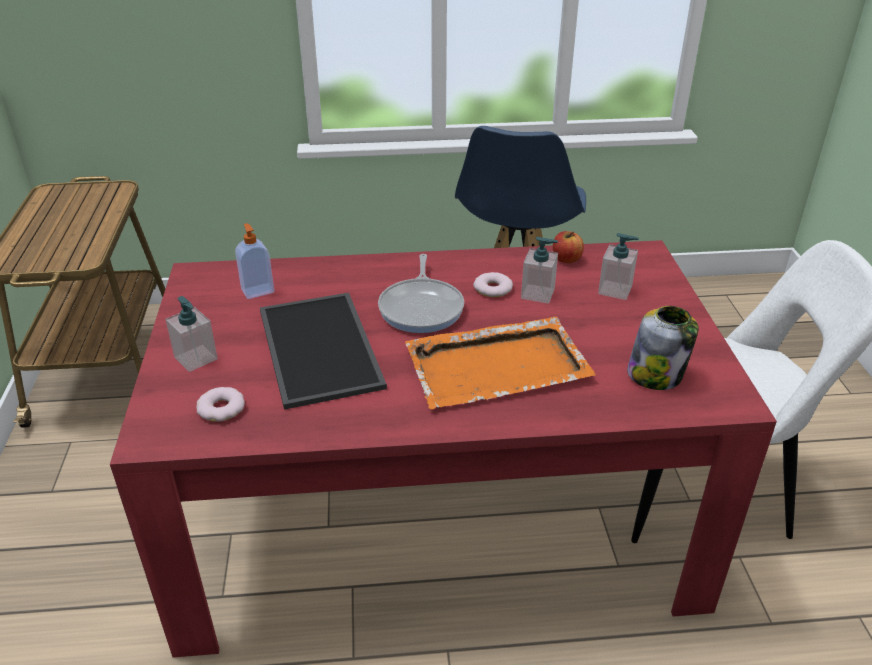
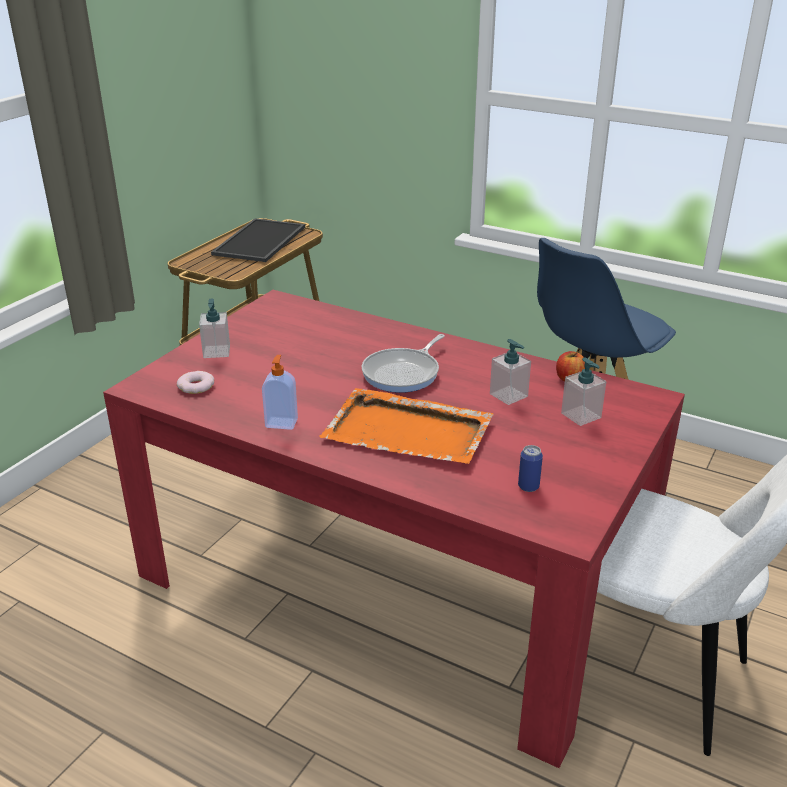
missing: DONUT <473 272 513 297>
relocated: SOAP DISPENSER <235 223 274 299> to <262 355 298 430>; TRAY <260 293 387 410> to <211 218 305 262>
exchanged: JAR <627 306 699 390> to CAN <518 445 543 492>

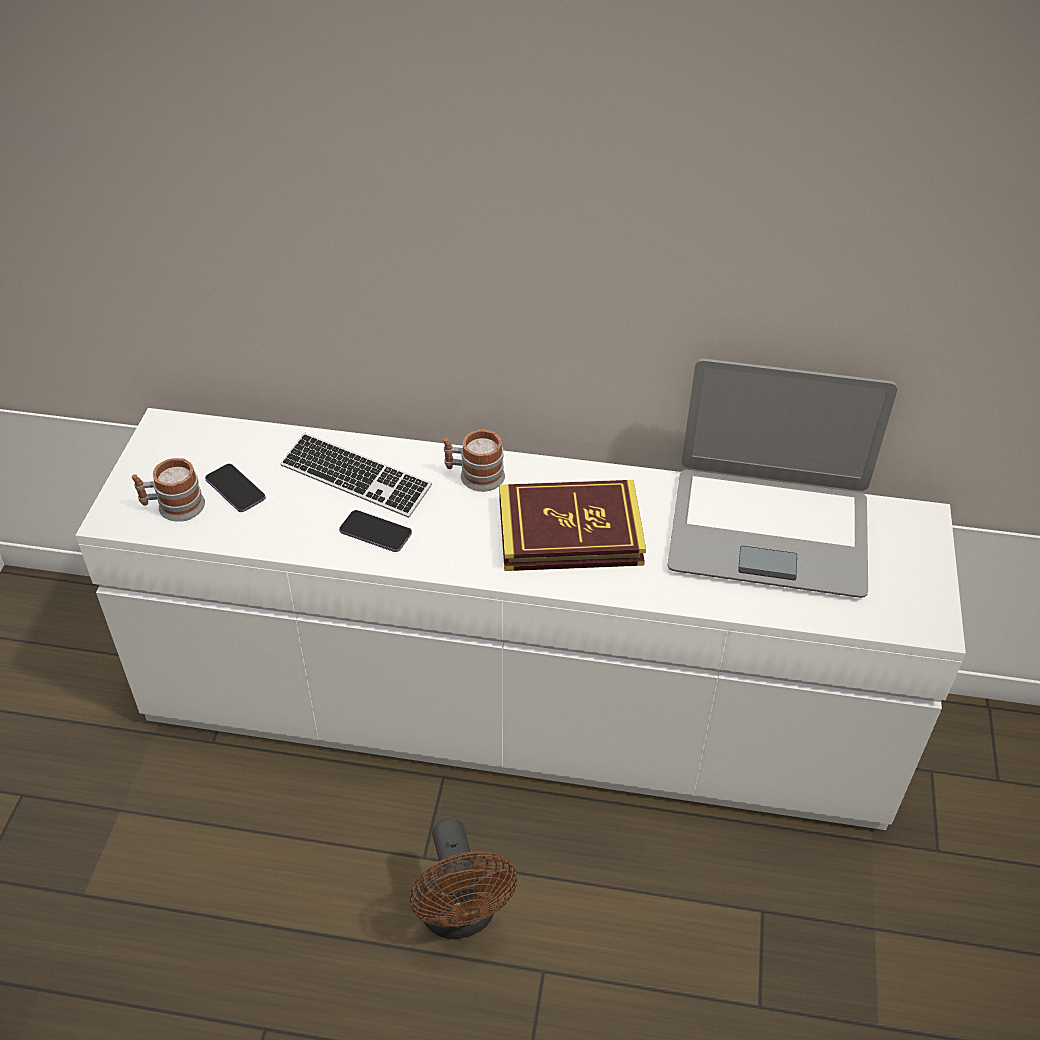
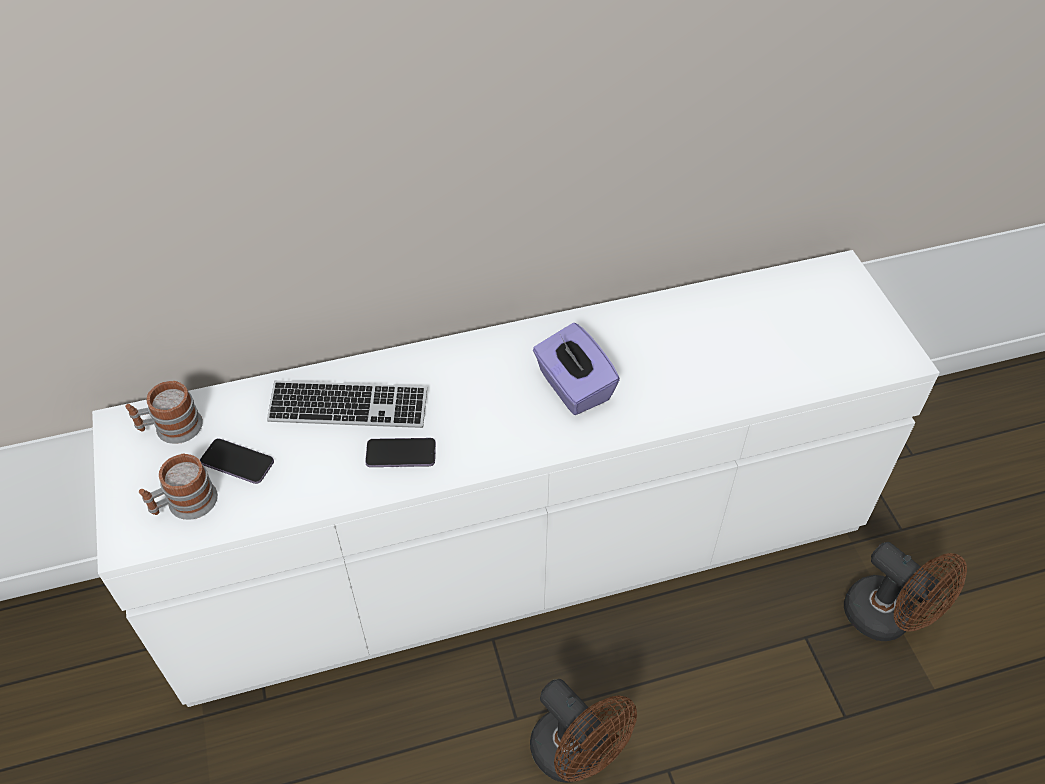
missing: LAPTOP <667 359 897 598>
appeared: BROWN FAN <844 542 967 641>
relocated: MUG <443 430 505 492> to <125 381 203 444>
exchanged: BOOK <499 480 646 571> to PURPLE TISSUE BOX <533 323 620 415>

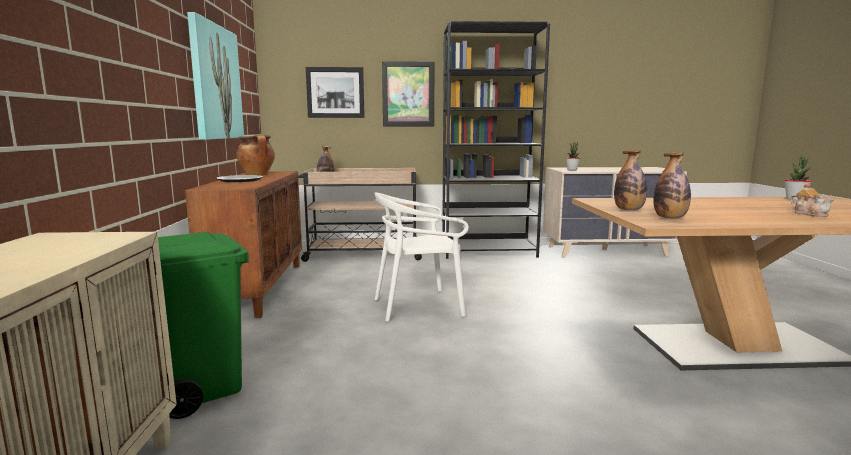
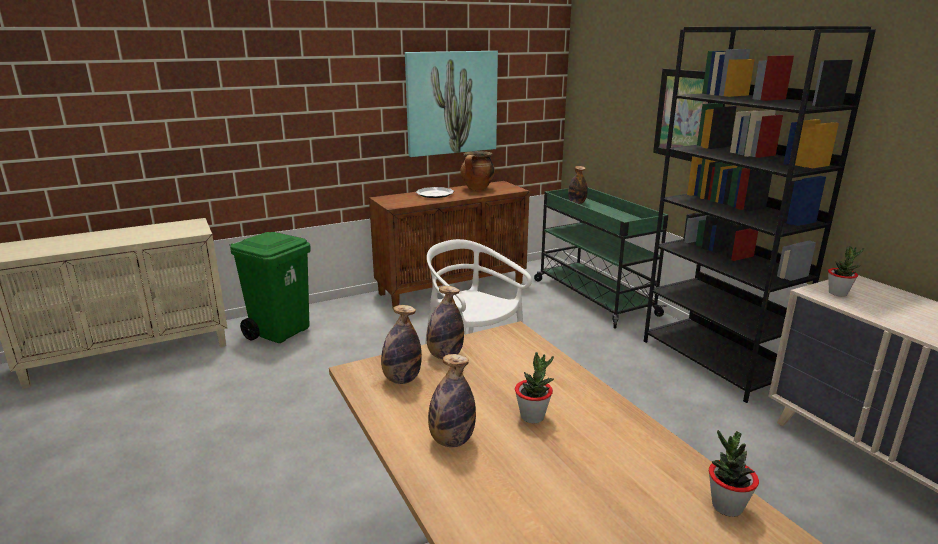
missing: PICTURE <306 67 364 118>; TEAPOT <790 183 834 217>
appeared: BOTTLE <428 354 476 447>; POTTED PLANT <515 352 554 423>
colour: BEIGE CART <298 168 422 262> to GREEN CART <534 188 668 328>

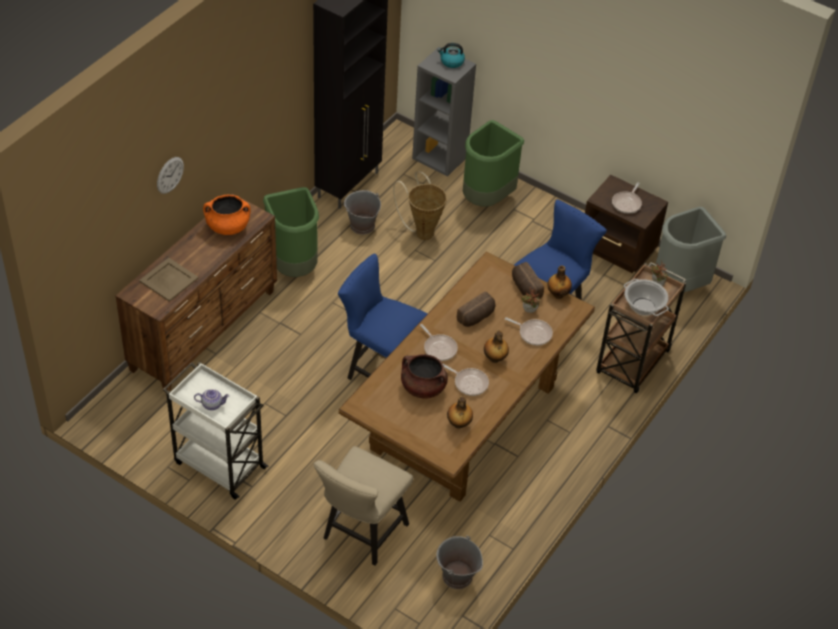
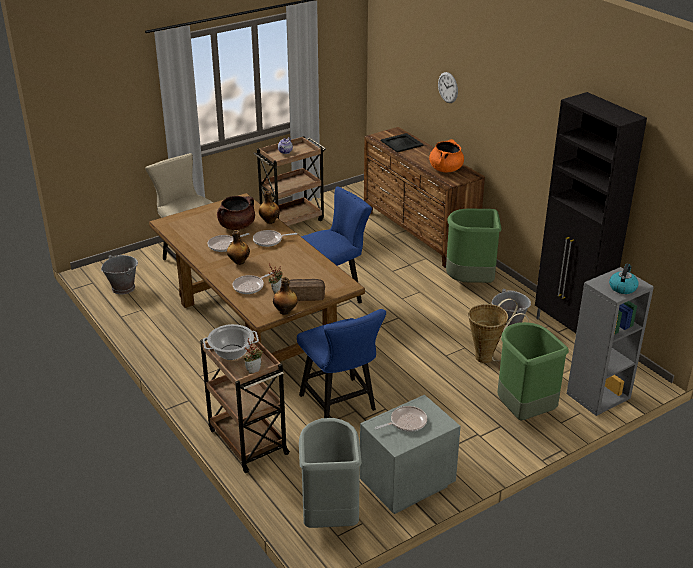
missing: BREAD <457 291 496 327>
relocated: BOTTLE <447 396 473 429> to <259 191 280 224>
colour: BEIGE TRAY <139 258 199 302> to BLACK TRAY <381 133 424 152>; WHITE CART <163 361 268 500> to BROWN CART <253 136 326 226>; BROWN NIGHTSTAND <585 175 668 273> to GREY NIGHTSTAND <360 395 461 514>
spun: FRYING PAN <612 182 642 214> = <375 406 427 432> 105 degrees clockwise

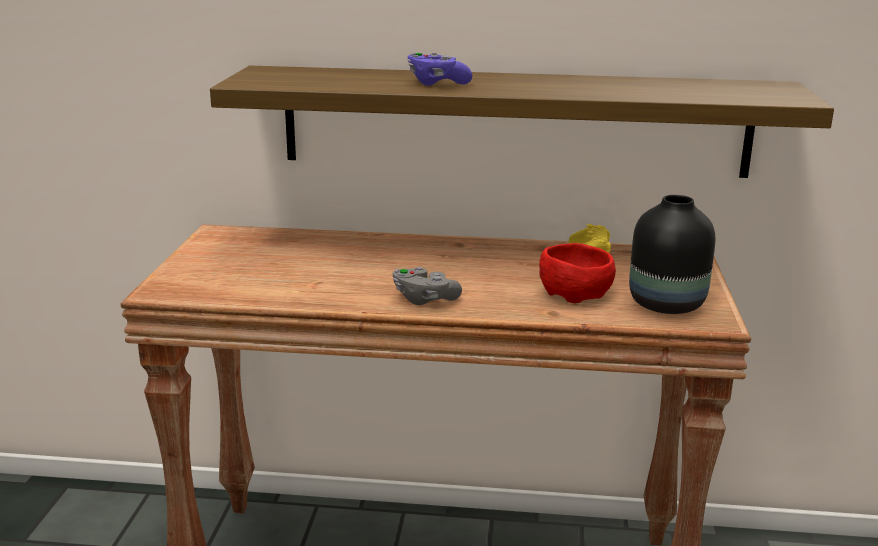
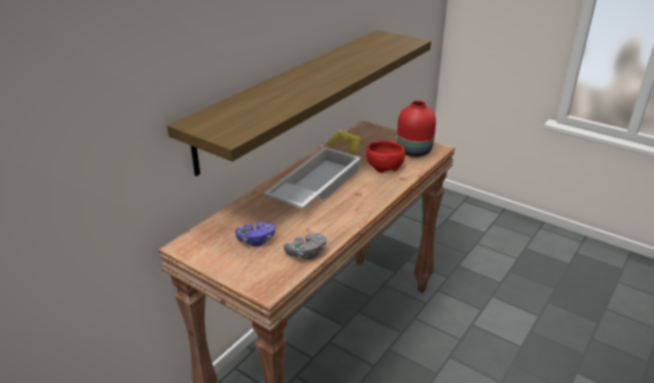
appeared: WHITE TRAY <264 147 362 209>
relocated: GREY GAME CONTROLLER <393 267 462 305> to <284 233 327 260>; PURPLE GAME CONTROLLER <407 53 473 86> to <235 222 275 246>
colour: BLACK VASE <629 195 715 314> to RED VASE <397 101 436 157>

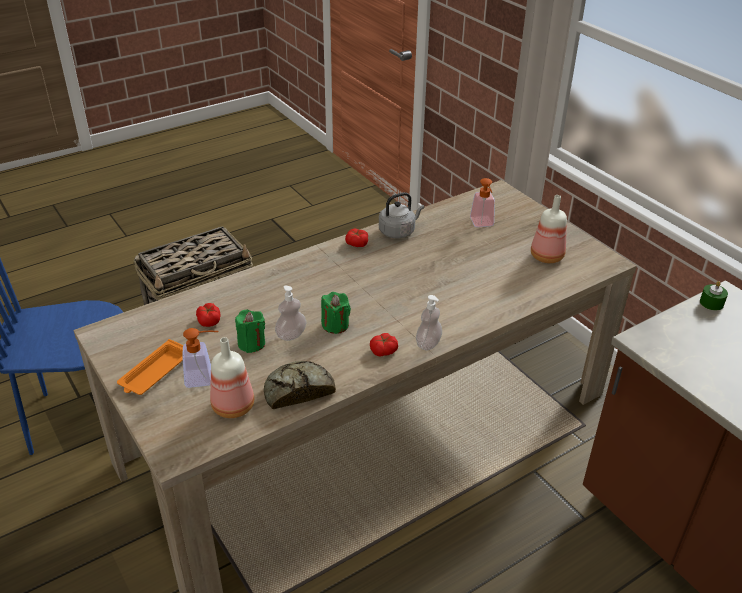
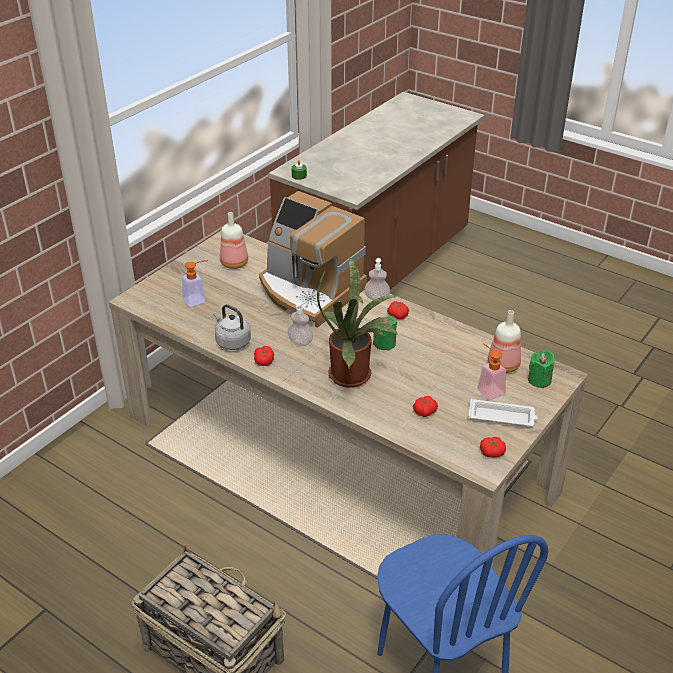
missing: BREAD <264 361 336 409>
appeared: COFFEE MACHINE <259 191 367 328>; POTTED PLANT <317 257 400 388>; TOMATO <480 437 506 457>
relocated: GREEN CANDLE <235 310 265 353> to <528 350 555 388>; SOAP DISPENSER <275 285 306 341> to <287 302 313 346>
colour: ORANGE TRAY <117 339 183 395> to WHITE TRAY <468 399 538 427>

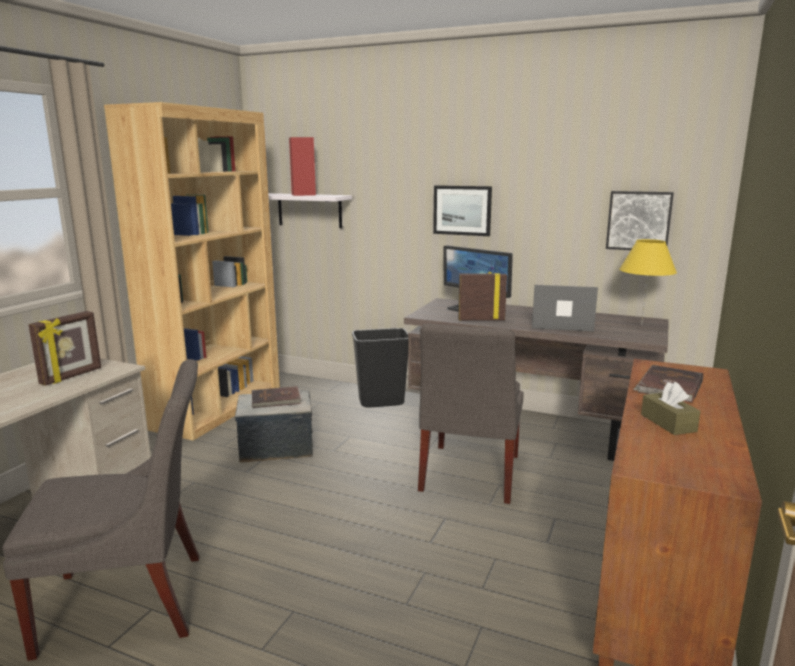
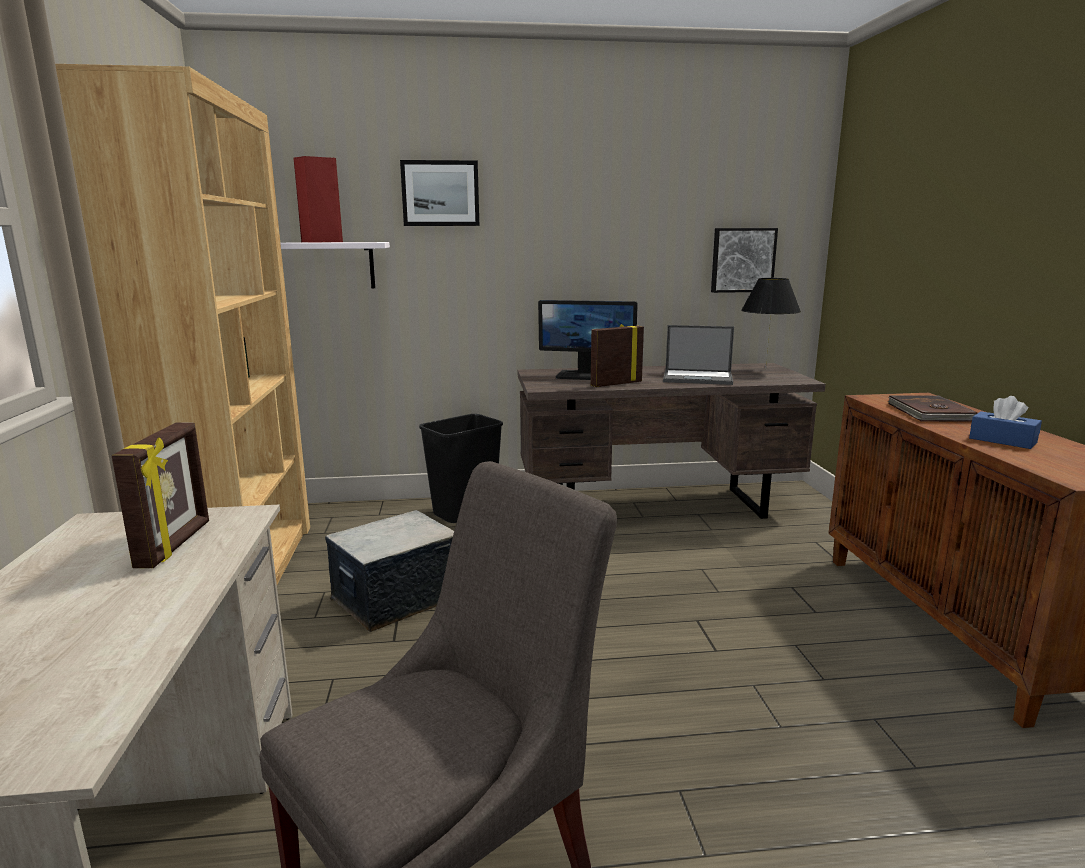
missing: BROWN BOOK <252 386 302 408>; GREY CHAIR <418 323 524 504>
relocated: PICTURE <433 185 492 236> to <400 160 479 226>
colour: YELLOW TABLE LAMP <619 239 677 325> to BLACK TABLE LAMP <741 278 801 370>; BROWN TISSUE BOX <641 382 701 435> to BLUE TISSUE BOX <969 396 1042 449>
spun: LAPTOP <532 285 598 332> = <663 325 734 385> 150 degrees counterclockwise

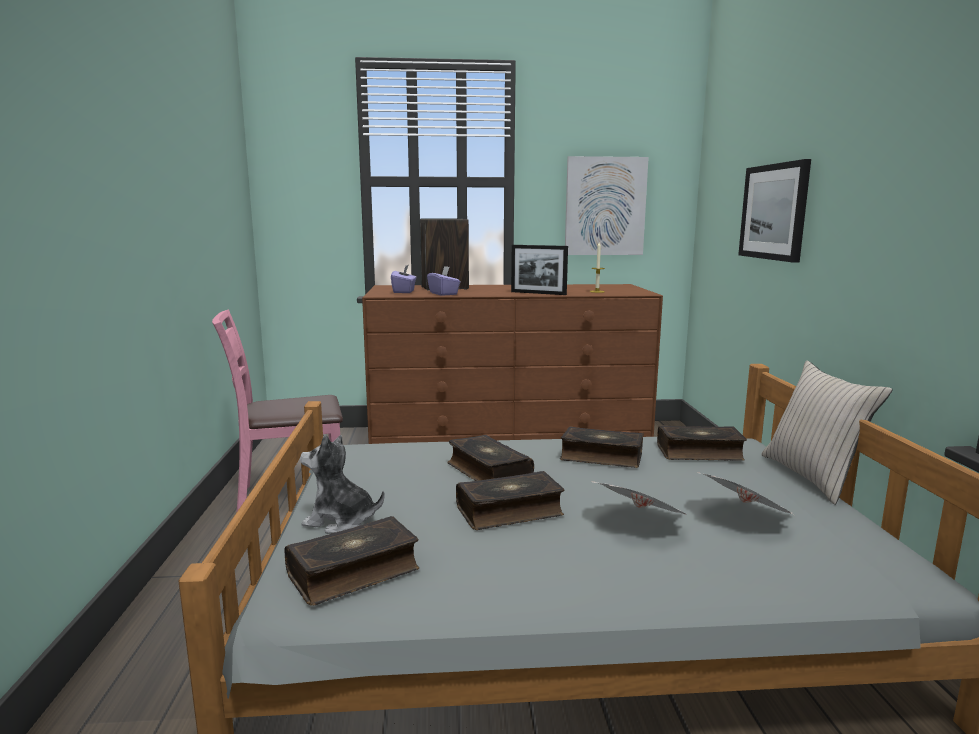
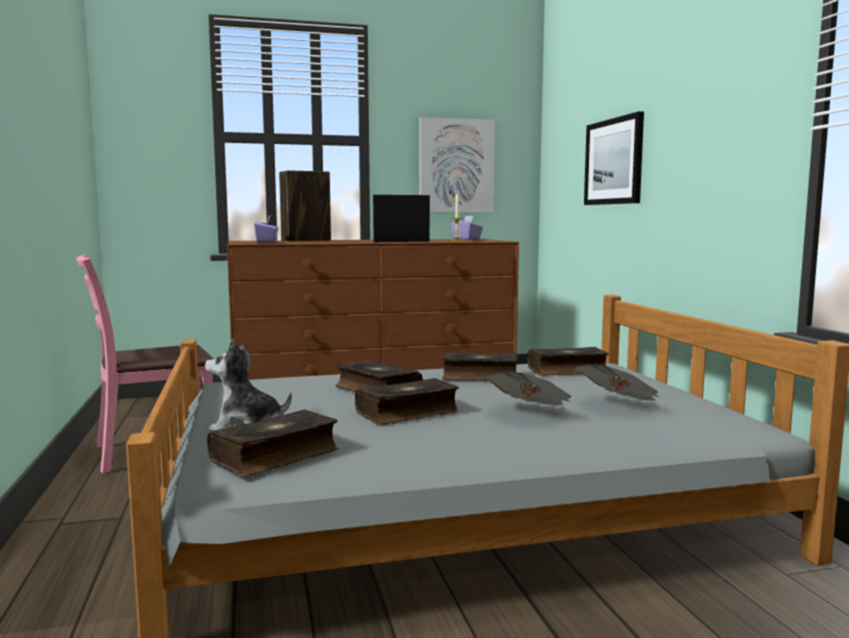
missing: BEIGE PILLOW <761 361 892 505>
relocated: PURPLE TISSUE BOX <427 266 461 296> to <450 216 483 240>
spun: PICTURE FRAME <511 245 568 295> = <373 195 430 242> 150 degrees clockwise

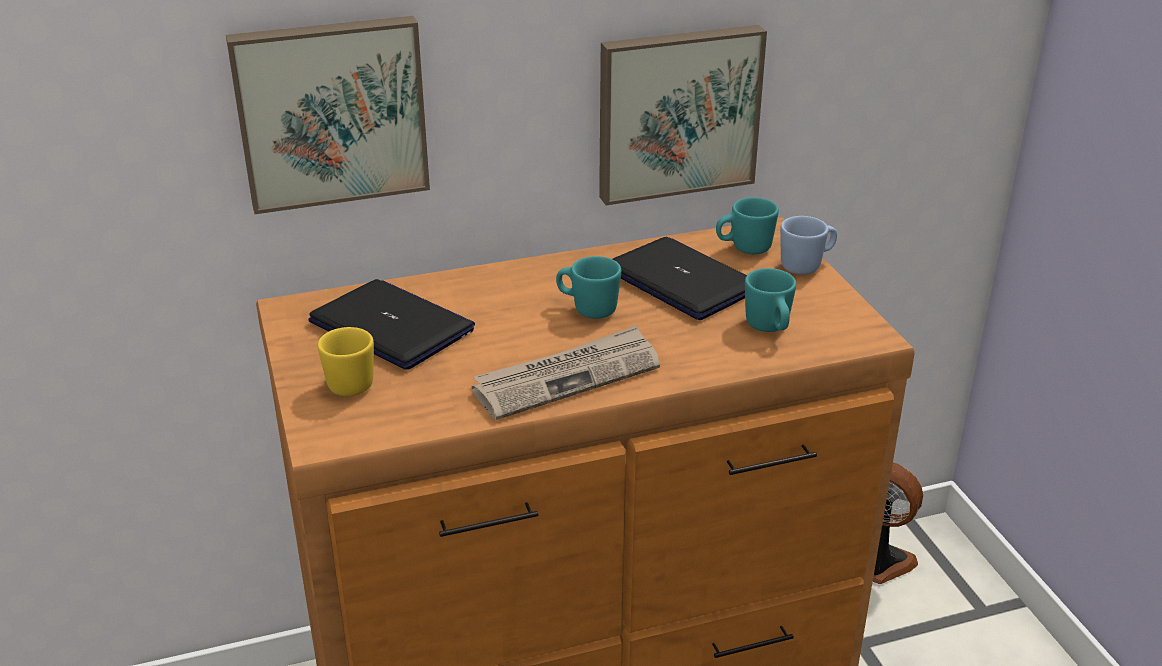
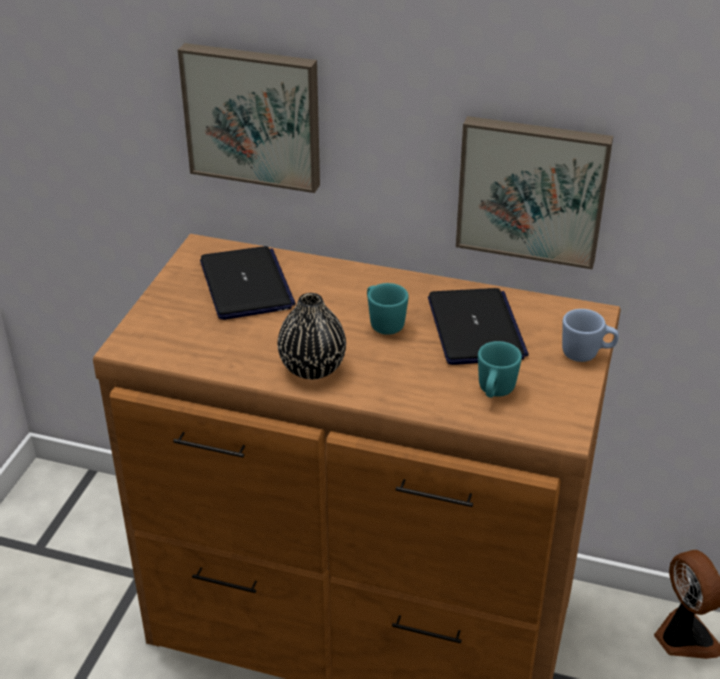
missing: YELLOW MUG <318 327 374 396>; TURQUOISE MUG <716 197 779 254>
exchanged: NEWSPAPER <472 325 660 420> to BLACK VASE <277 293 346 379>

